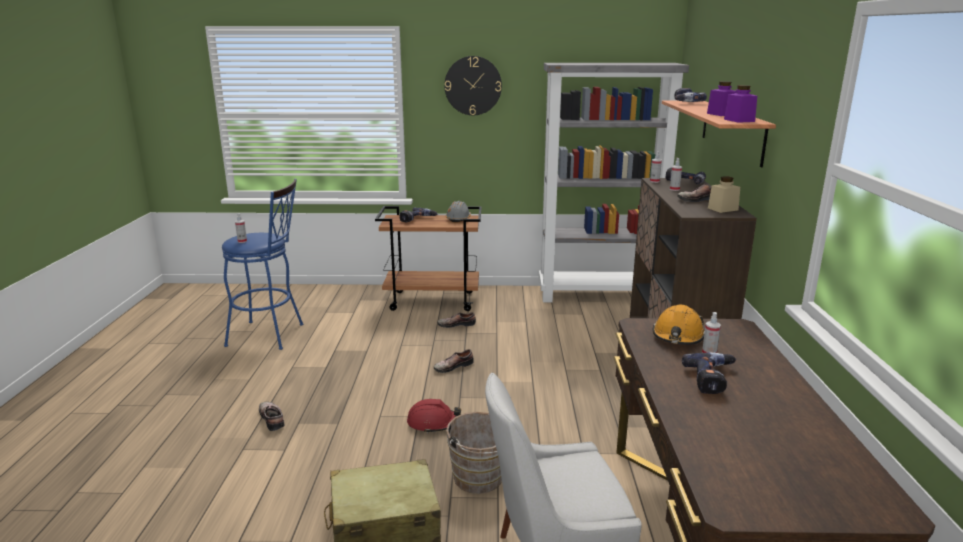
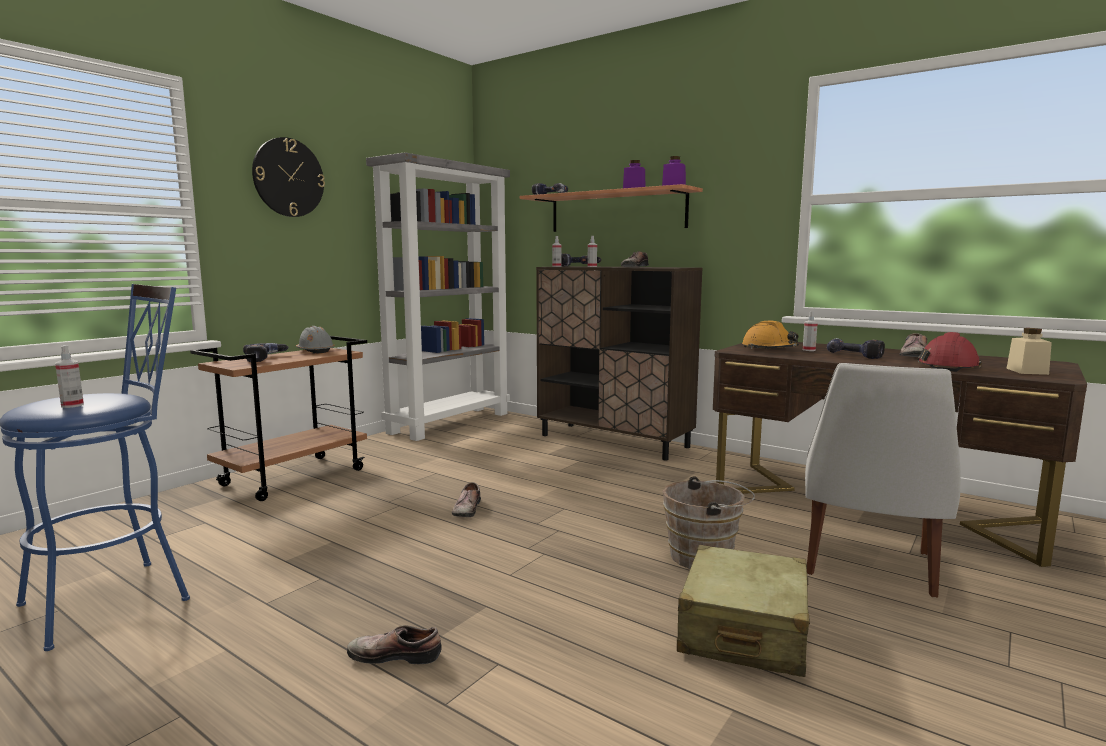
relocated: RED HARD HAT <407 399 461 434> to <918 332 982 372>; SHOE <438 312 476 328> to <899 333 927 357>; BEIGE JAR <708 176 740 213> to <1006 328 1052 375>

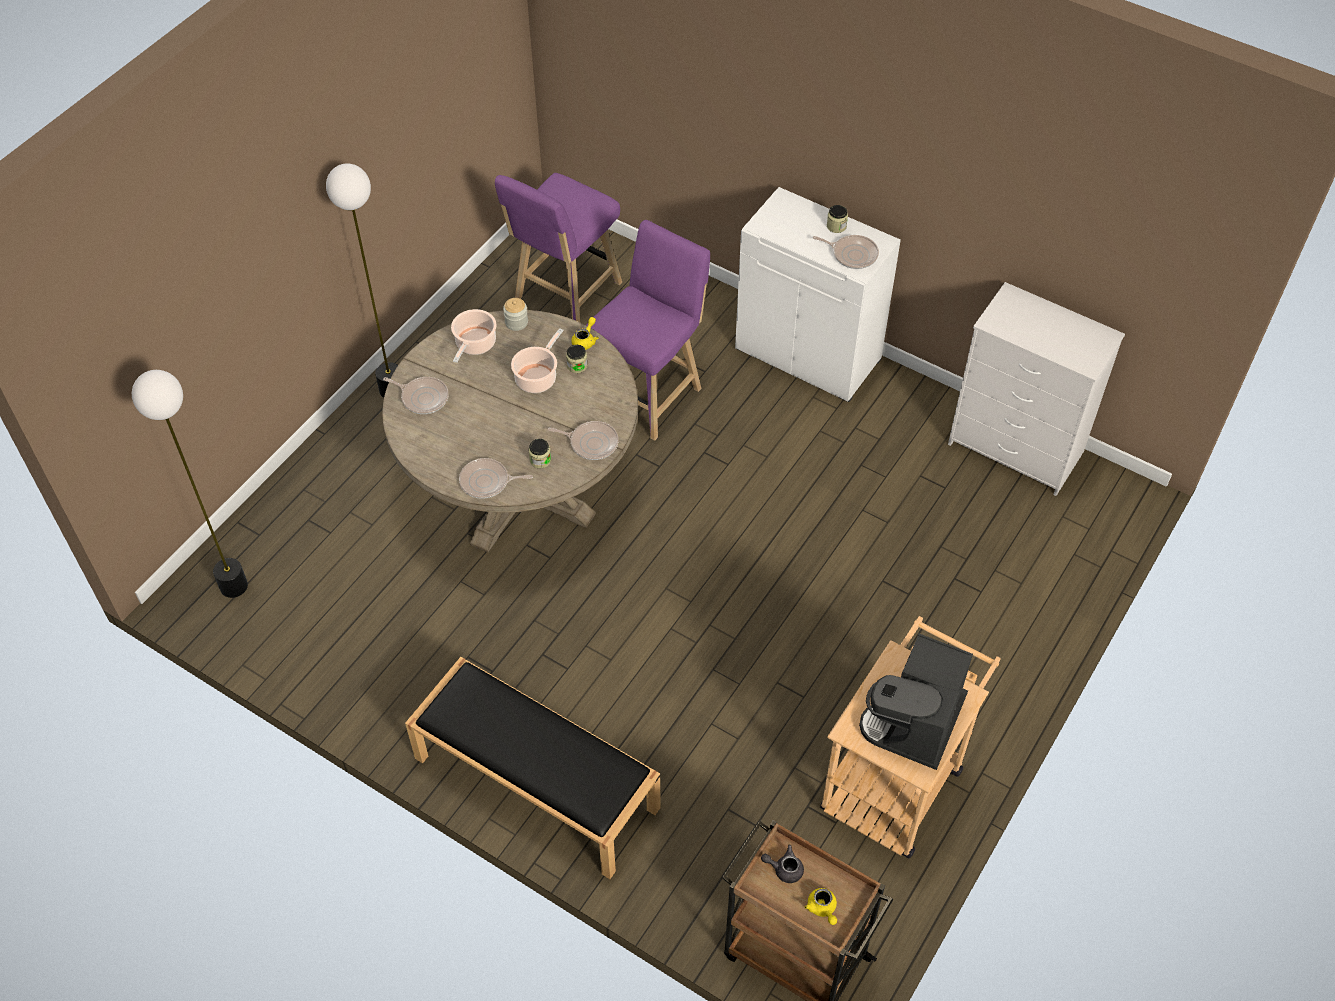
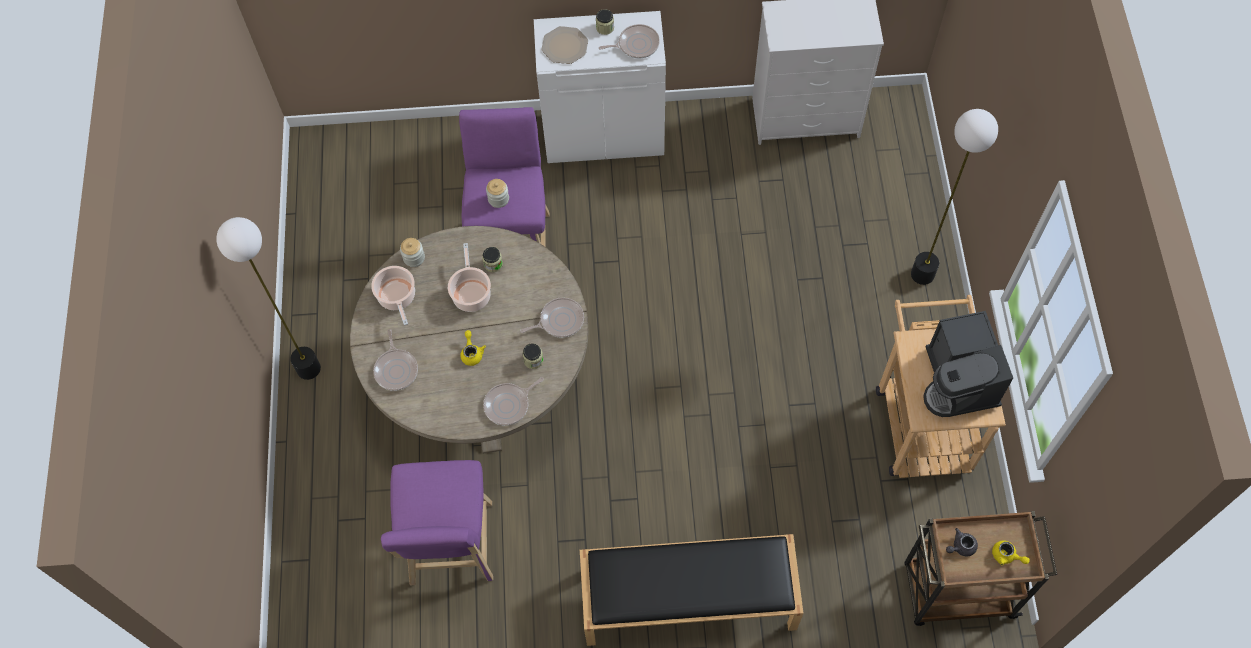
appeared: JAR <486 179 509 208>; PLATE <541 26 588 64>
relocated: FLOOR LAMP <132 370 248 598> to <911 109 998 285>; PURPLE STOOL <495 173 622 322> to <381 460 493 585>; YELLOW TEAPOT <571 317 599 350> to <460 330 486 366>
spun: FRYING PAN <383 377 449 414> = <373 329 418 391> 90 degrees clockwise

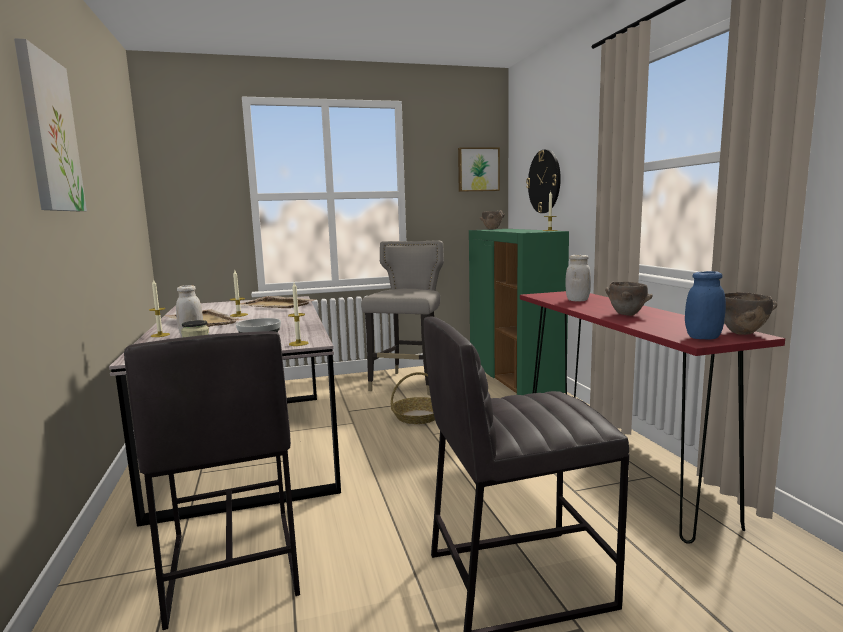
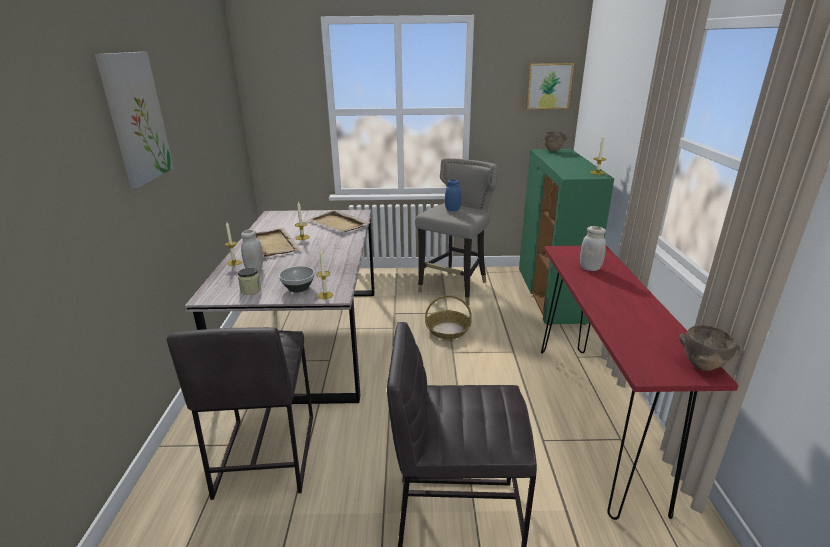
missing: WALL CLOCK <526 150 561 213>; BROWN BOWL <605 282 653 316>
relocated: BLUE JAR <685 271 726 339> to <445 179 461 211>

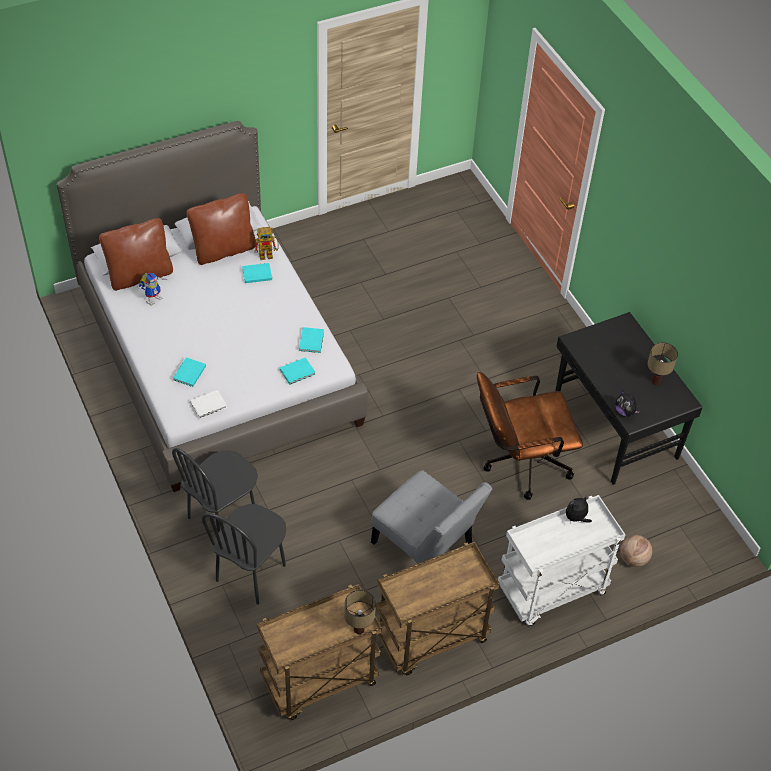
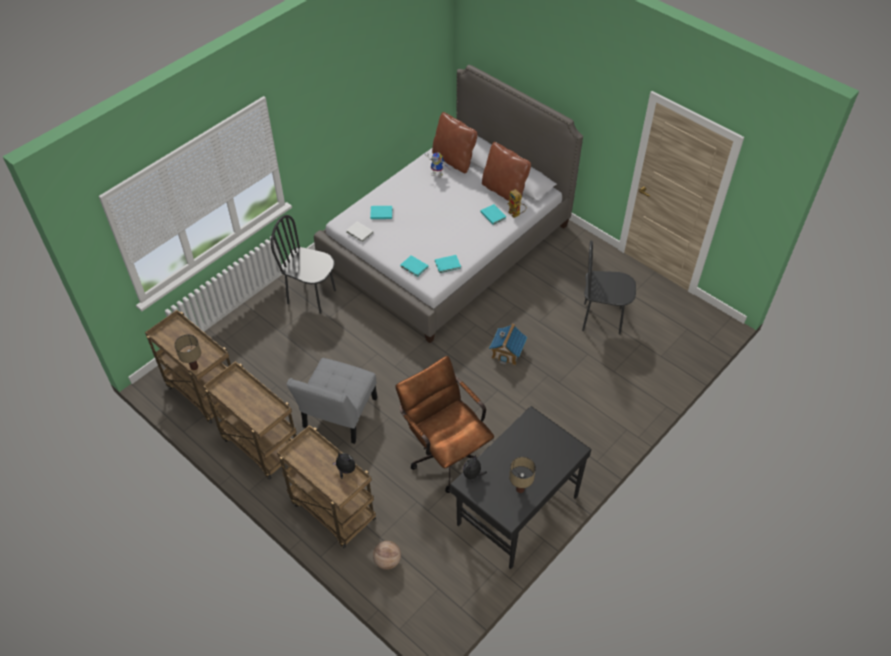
appeared: TOY HOUSE <489 323 528 365>
relocated: BLACK CHAIR <202 504 286 605> to <582 240 636 334>
colour: WHITE CART <498 495 625 626> to BROWN CART <277 425 376 549>

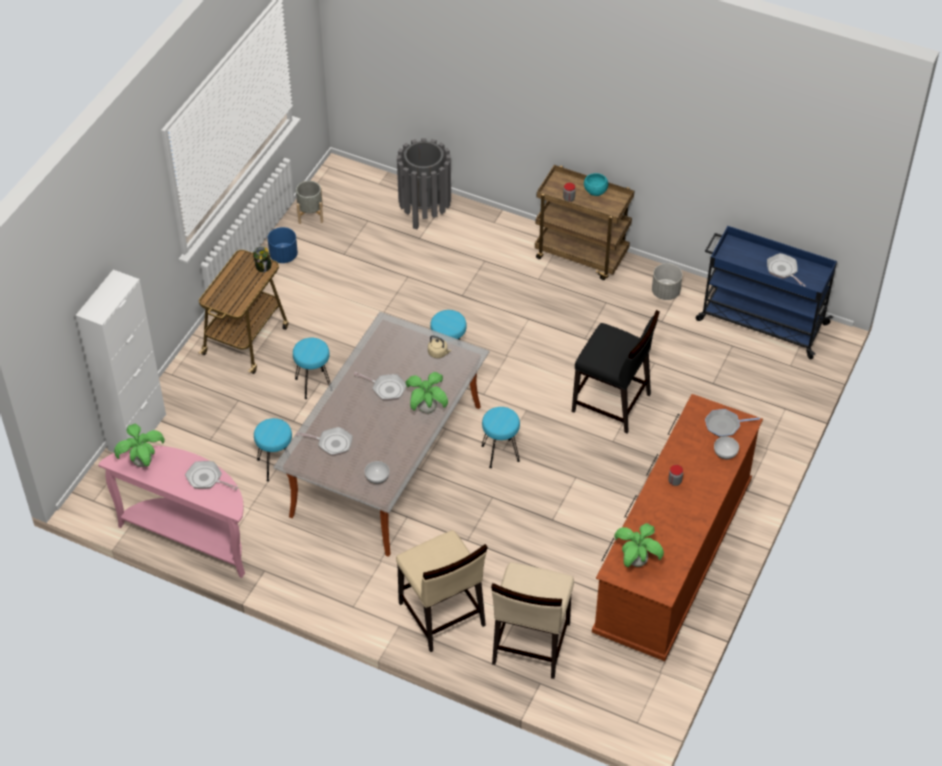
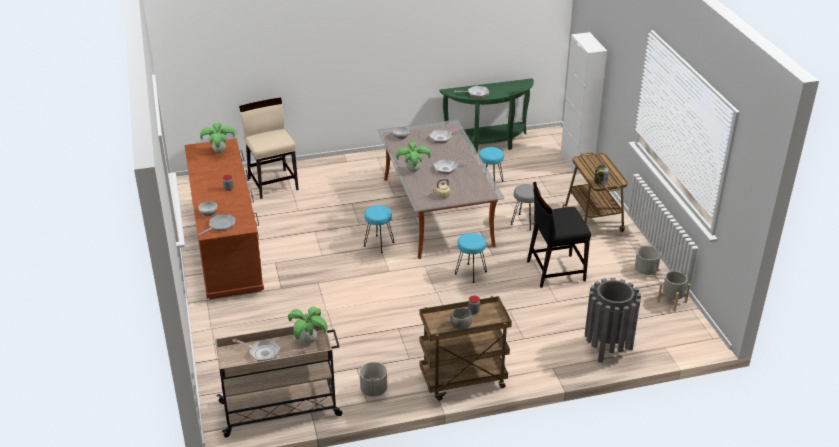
missing: BEIGE CHAIR <396 530 488 652>
relocated: POTTED PLANT <114 424 165 467> to <288 306 328 344>; BLACK CHAIR <572 310 660 434> to <527 182 591 288>
colour: PINK CONSOLE TABLE <98 445 245 578> to GREEN CONSOLE TABLE <440 78 534 152>; BLUE PLANTER <268 227 298 263> to GREY PLANTER <635 246 661 275>; TURQUOISE STOOL <293 338 330 399> to GREY STOOL <511 184 541 230>; TURQUOISE BOWL <584 173 608 196> to GREY BOWL <450 308 473 330>; BLUE CART <696 226 837 360> to BEIGE CART <215 324 342 438>

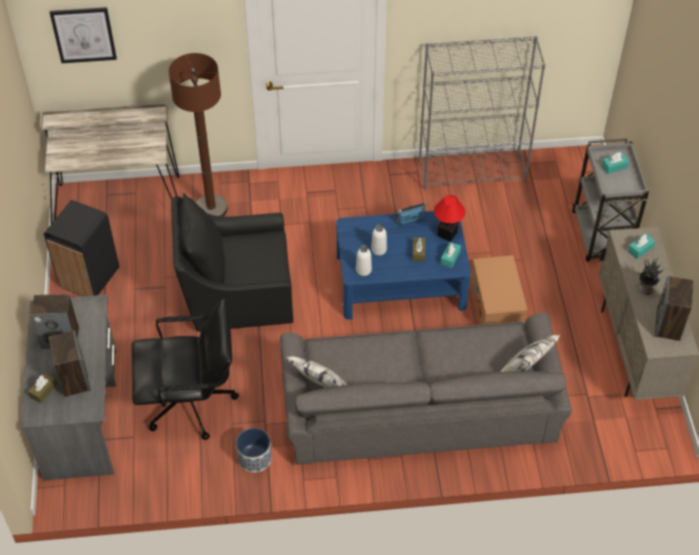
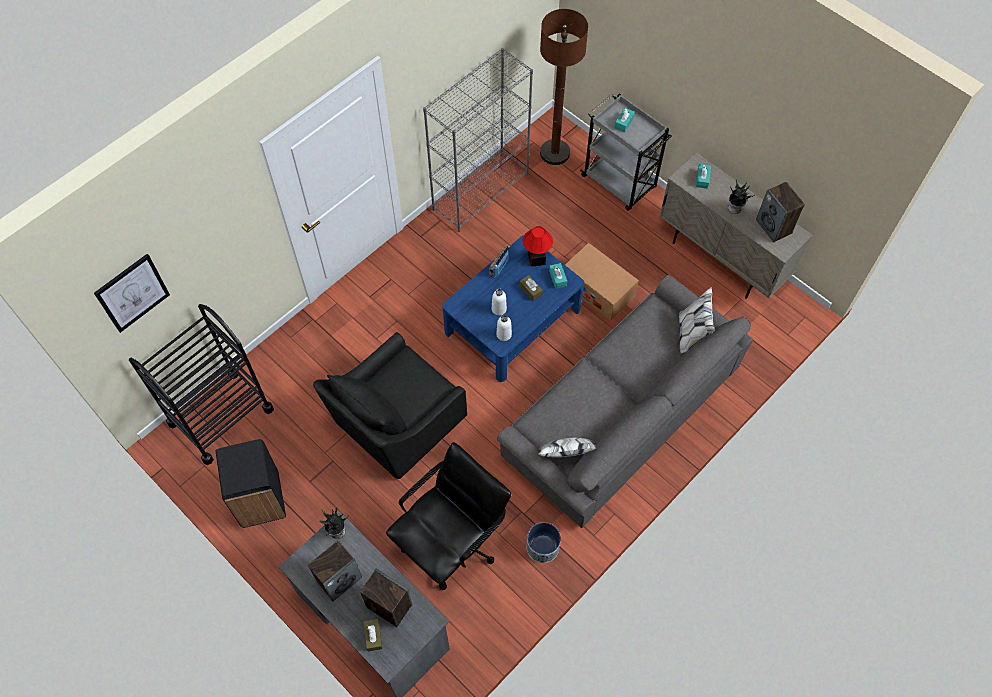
appeared: POTTED PLANT <320 508 349 539>
relocated: BROWN FLOOR LAMP <169 53 228 217> to <540 9 588 165>
exchanged: BEIGE DESK <40 103 179 224> to BLACK CART <129 304 274 465>

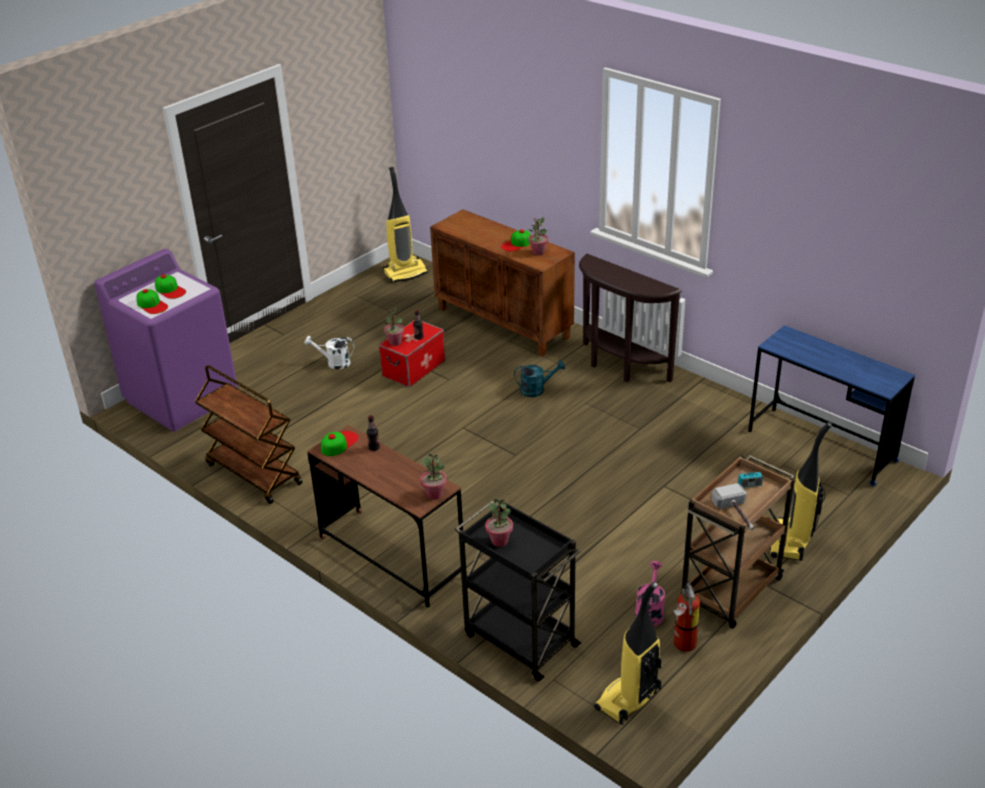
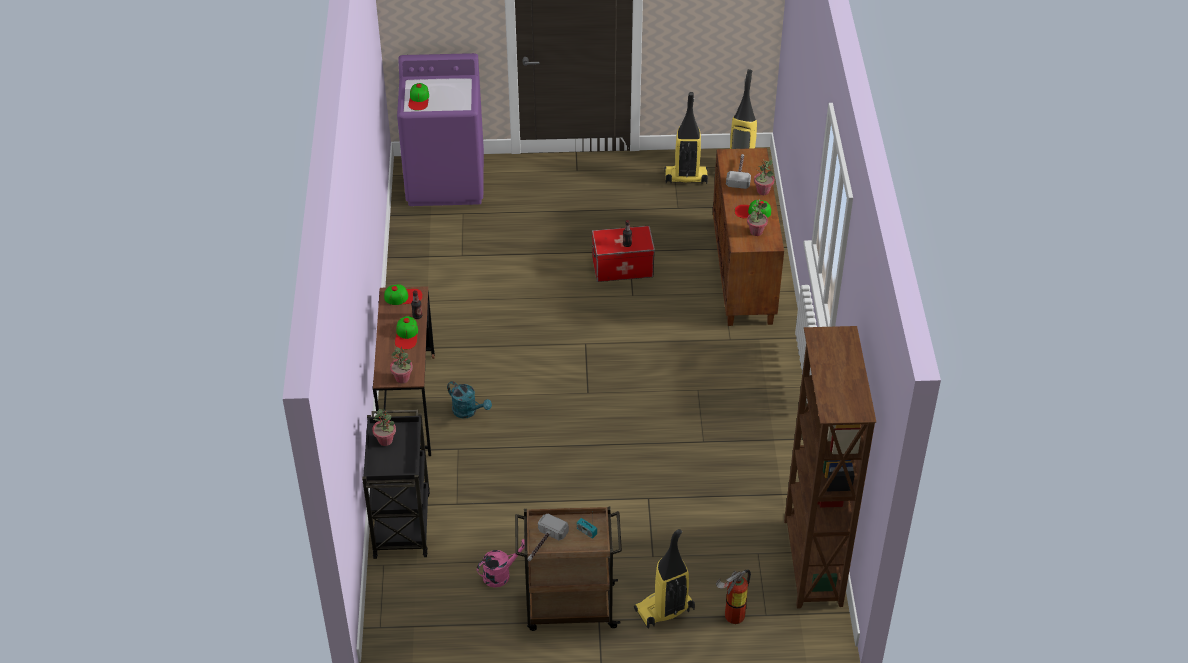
missing: BROWN CART <195 365 303 504>; WHITE WATERING CAN <305 336 354 369>; BROWN CONSOLE TABLE <579 254 682 382>
appeared: HAMMER <726 154 751 189>
relocated: CAP <155 274 186 299> to <395 316 418 350>; POTTED PLANT <384 307 404 346> to <754 159 774 195>; TURQUOISE WATERING CAN <514 360 565 397> to <447 381 492 418>; VACUUM CLEANER <594 582 661 725> to <665 92 708 184>; FIRE EXTINGUISHER <670 581 700 652> to <716 569 751 624>
exchanged: BLUE DESK <749 325 915 486> to BROWN BOOKCASE <784 326 876 609>

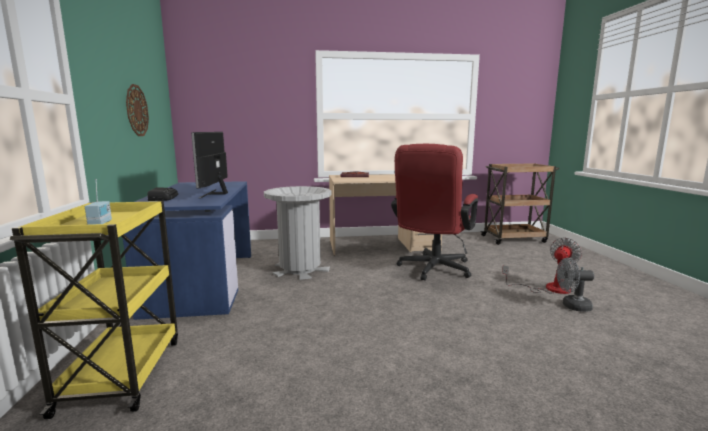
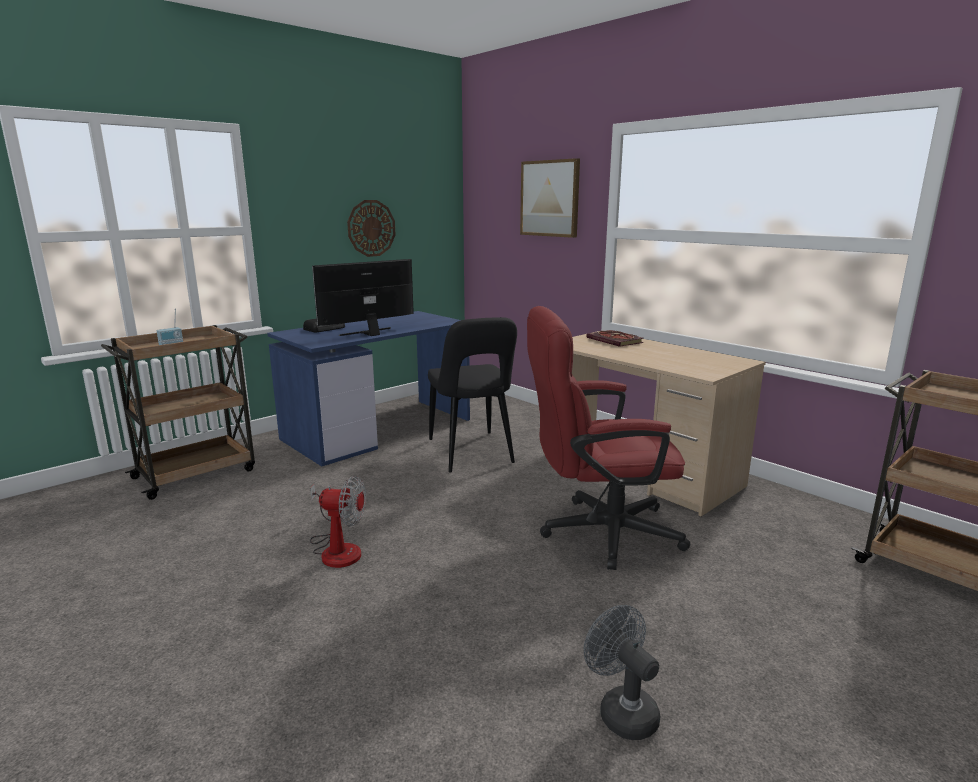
appeared: PICTURE <520 158 580 238>
relocated: FAN <502 237 582 294> to <310 476 366 568>
exchanged: GREY TRASH CAN <264 186 331 280> to BLACK CHAIR <428 317 517 473>
colour: YELLOW CART <10 201 178 419> to BROWN CART <101 325 255 500>

